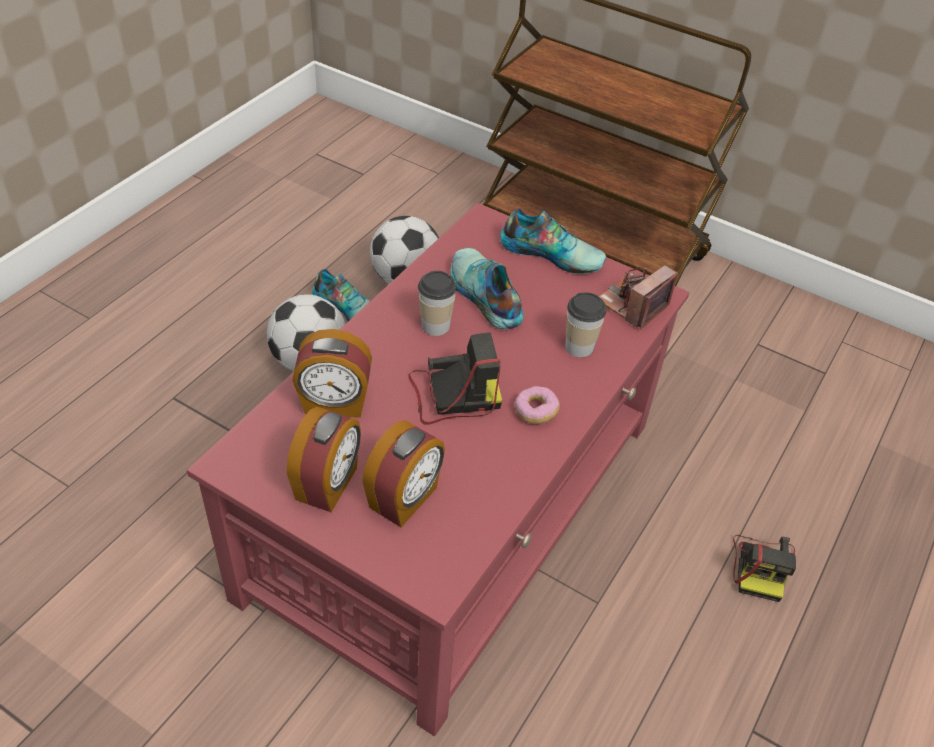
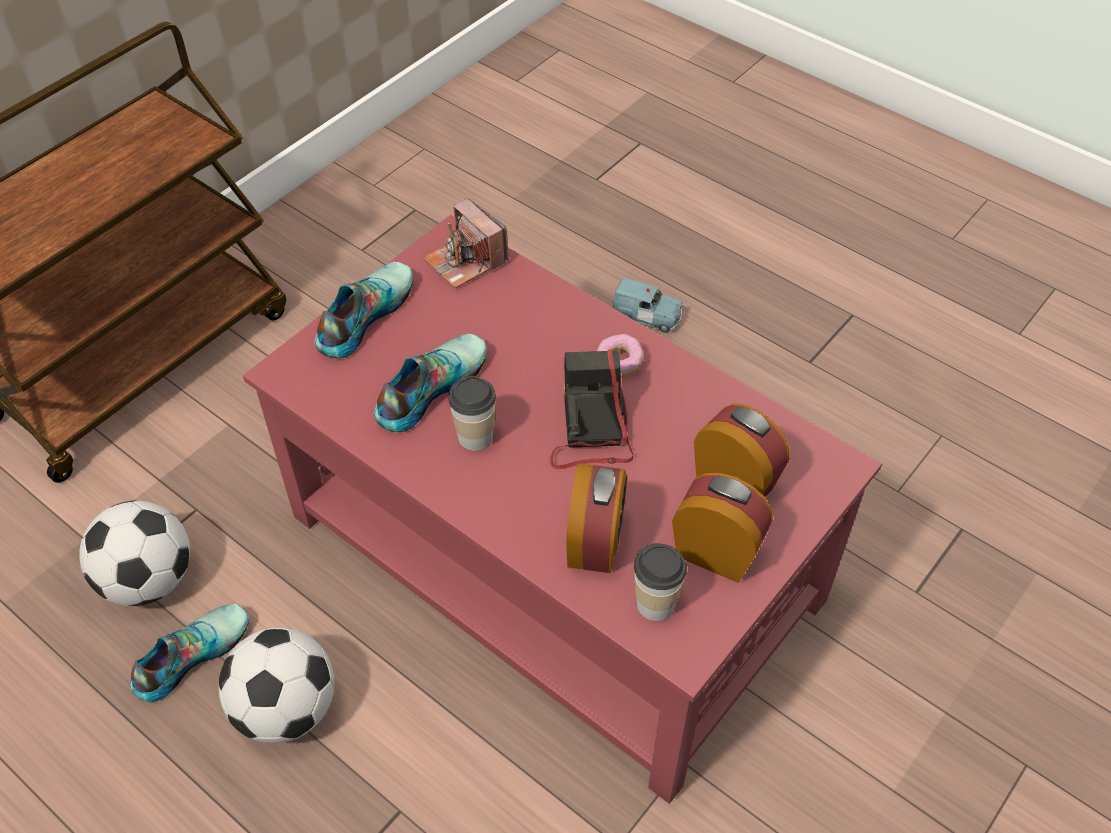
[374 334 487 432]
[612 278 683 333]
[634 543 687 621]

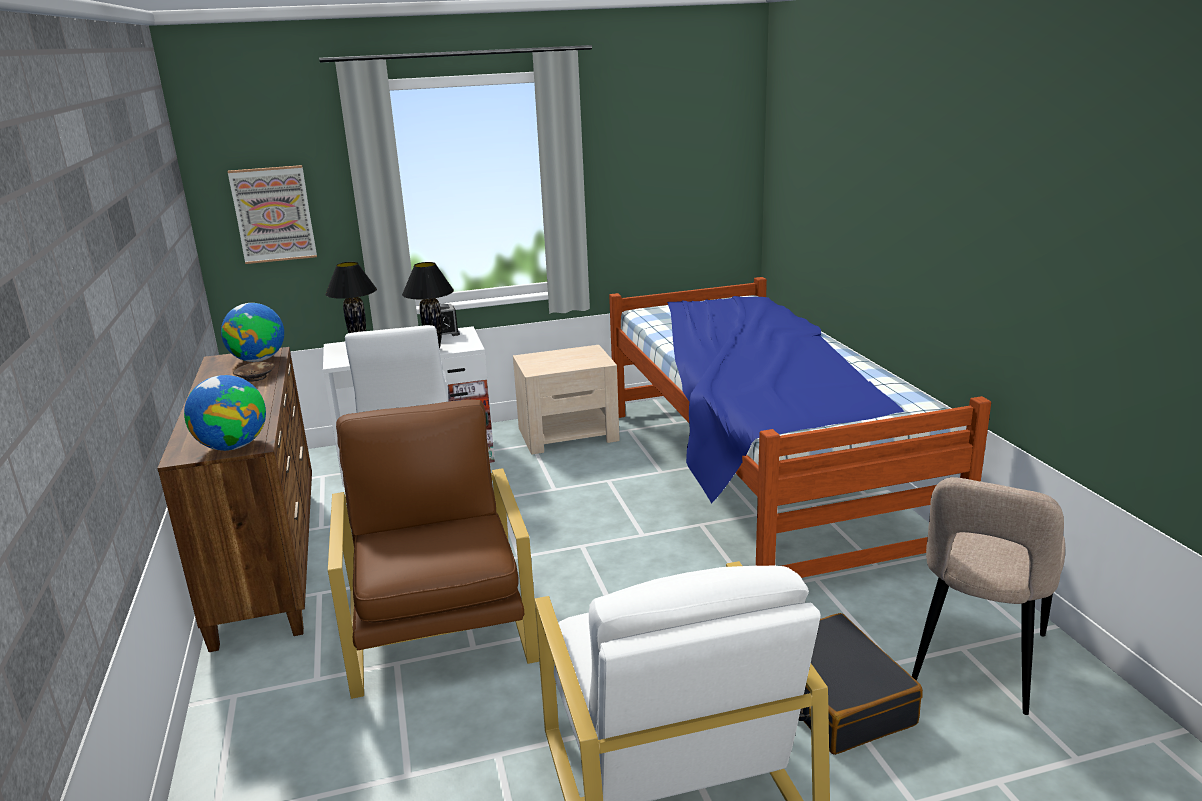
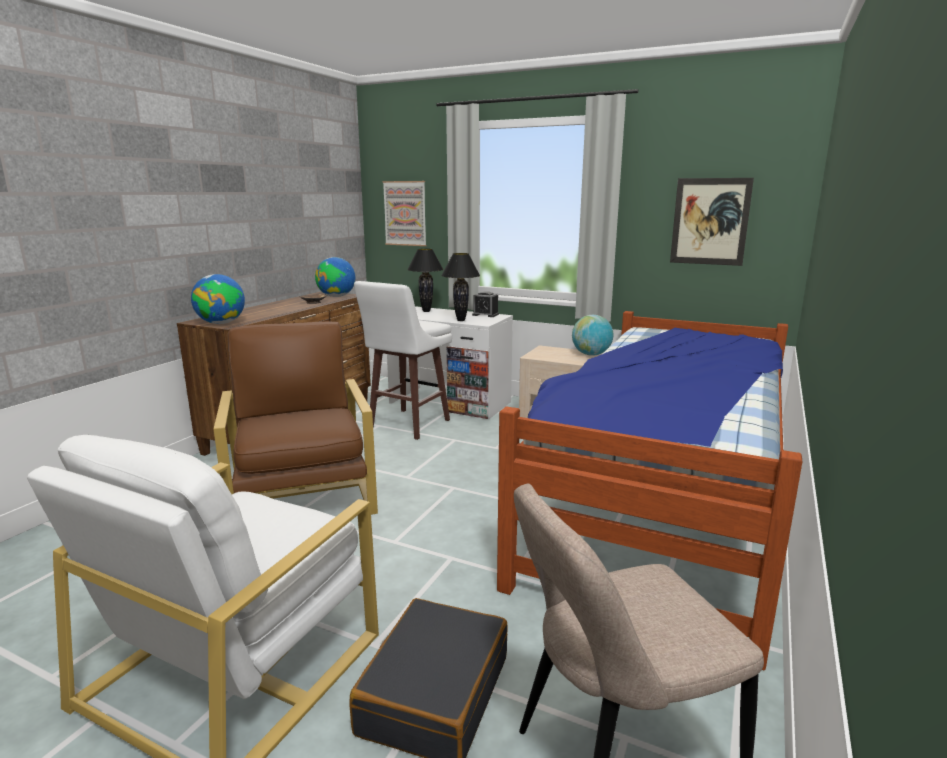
[214 322 378 515]
[572 315 614 356]
[670 178 754 266]

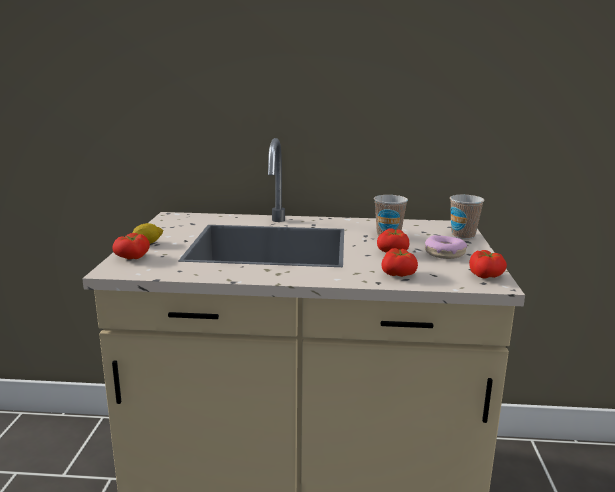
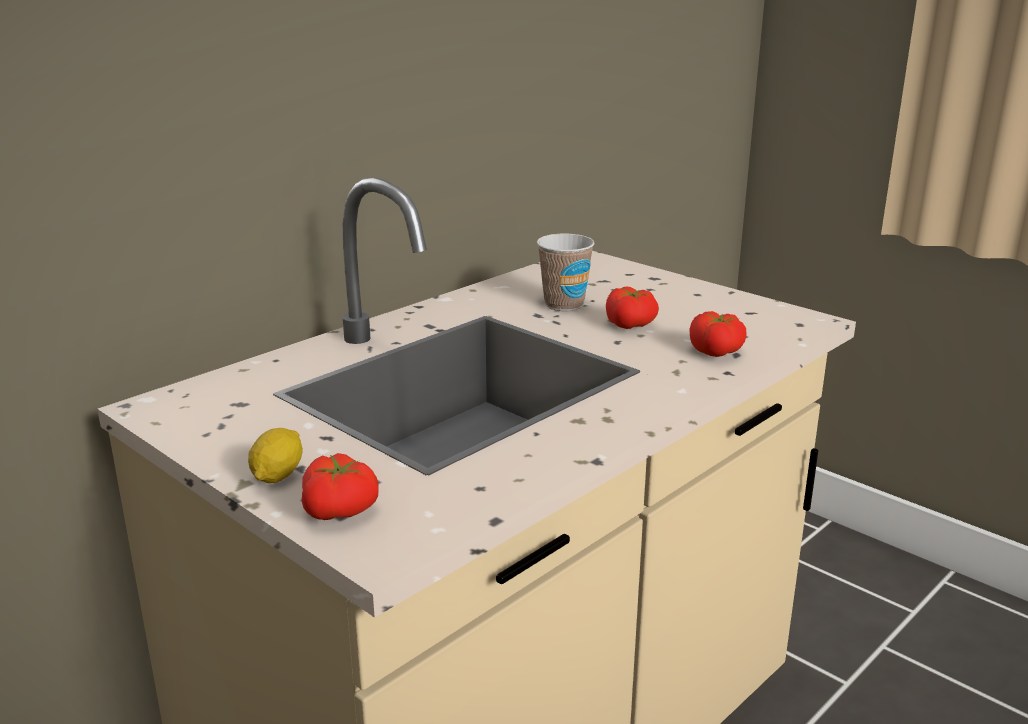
[425 235 467 259] (first image)
[450 195 485 239] (first image)
[469 250 507 278] (first image)

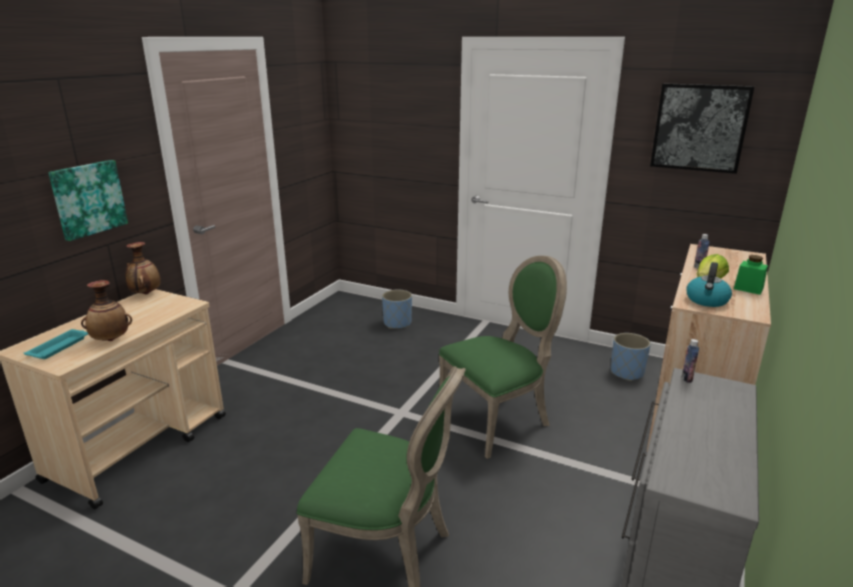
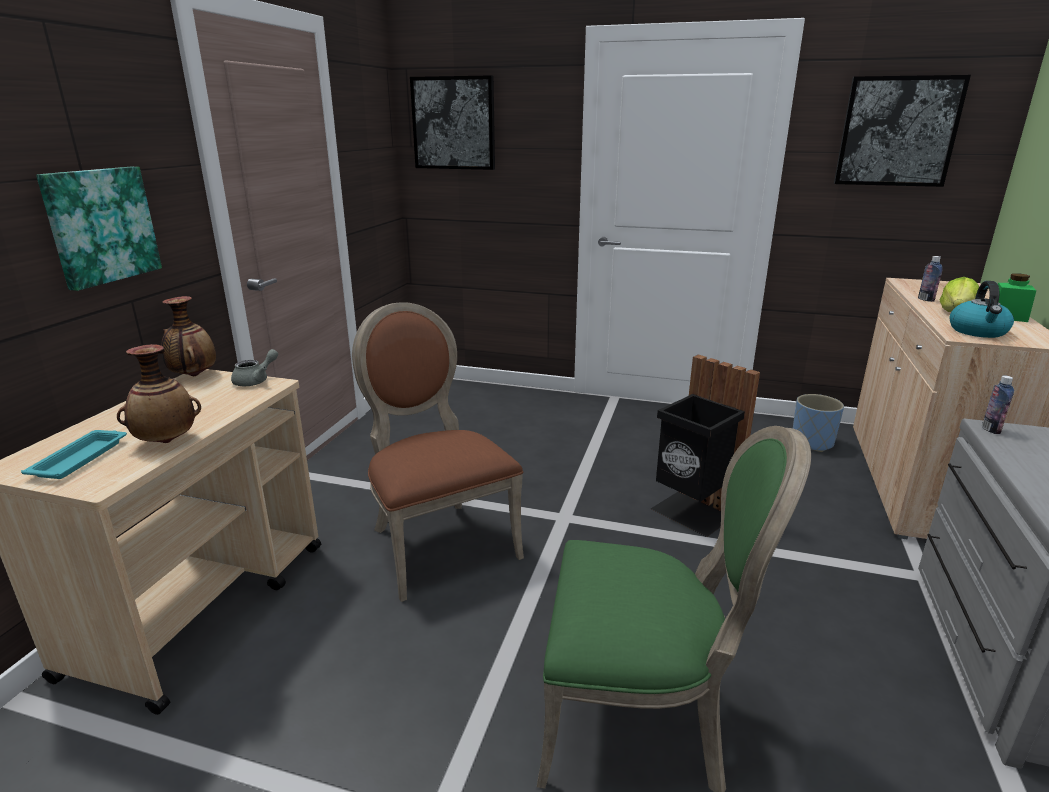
[231 349 278 386]
[352 302 524 602]
[410 75 495 170]
[651 355 760 537]
[382 290 412 329] (first image)

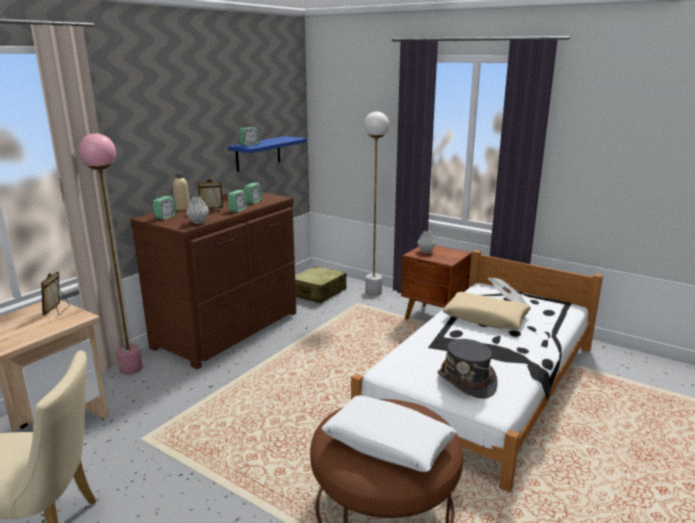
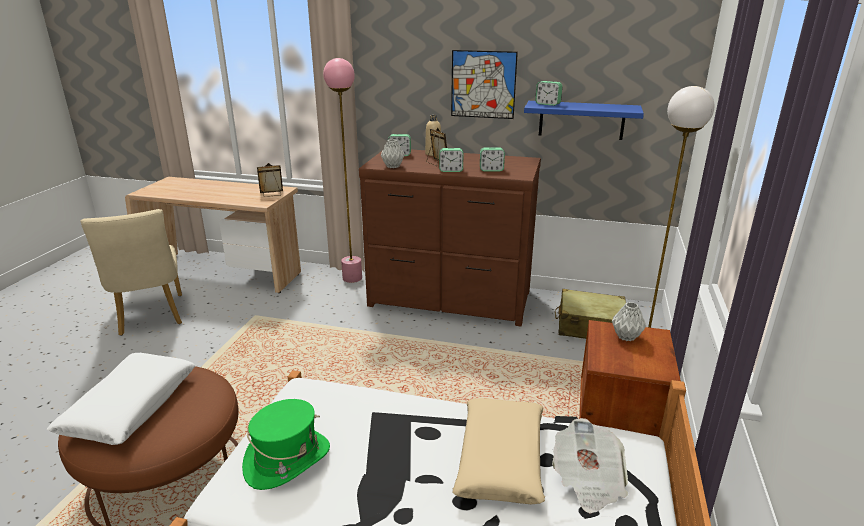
[242 399 330 490]
[451 50 518 119]

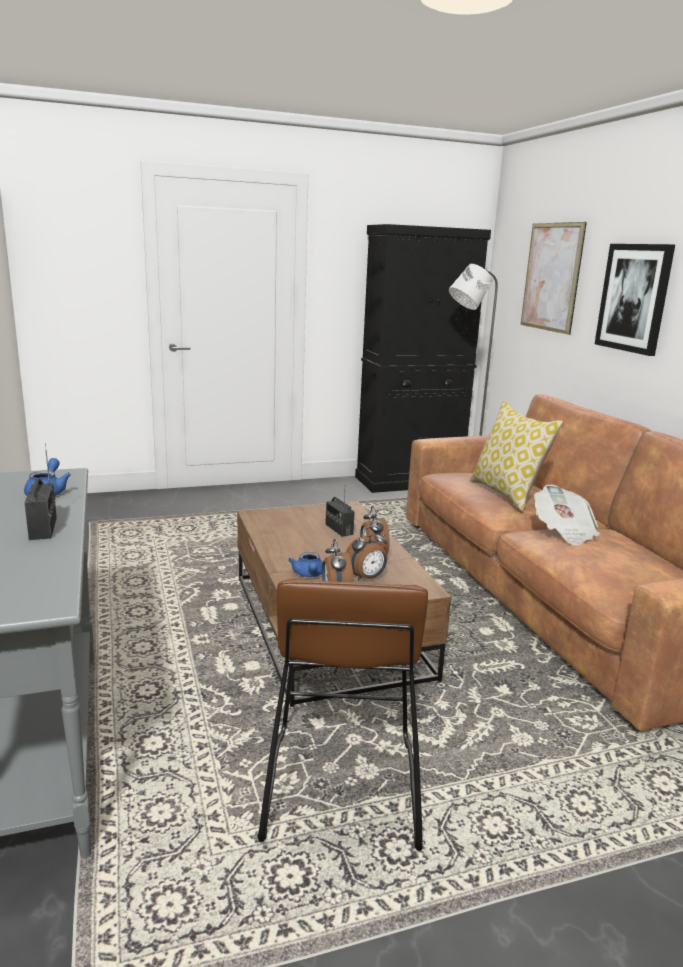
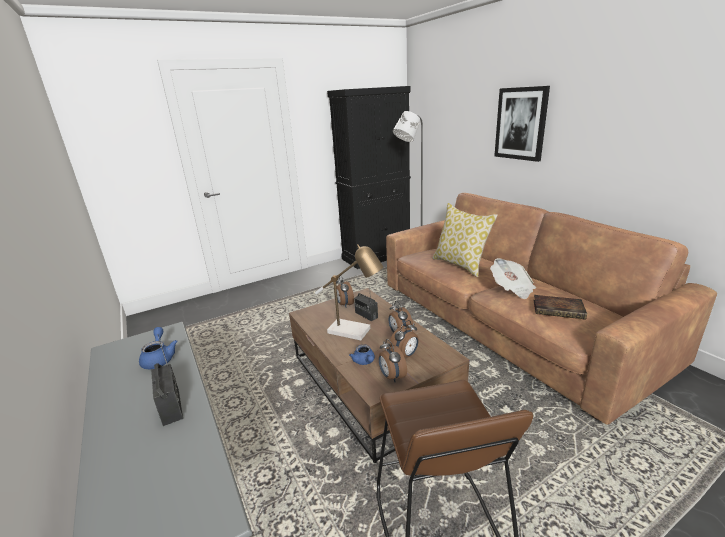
[315 244 384 341]
[336 276 354 307]
[533 295 587 320]
[520 222 587 335] (first image)

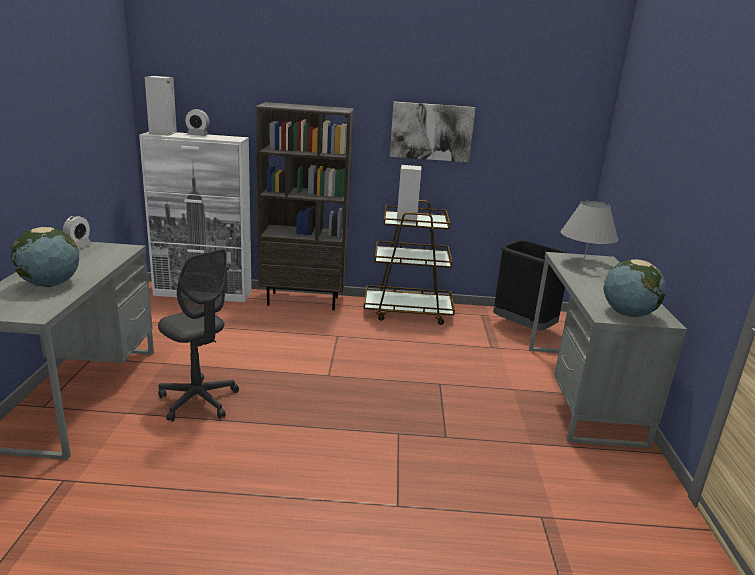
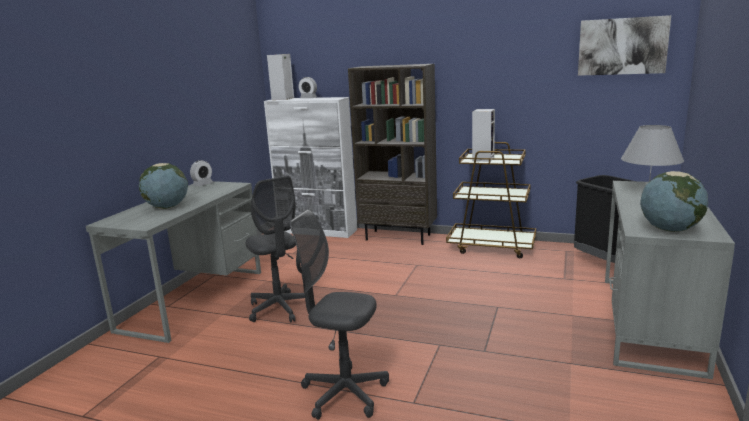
[289 210 389 420]
[578 15 671 76]

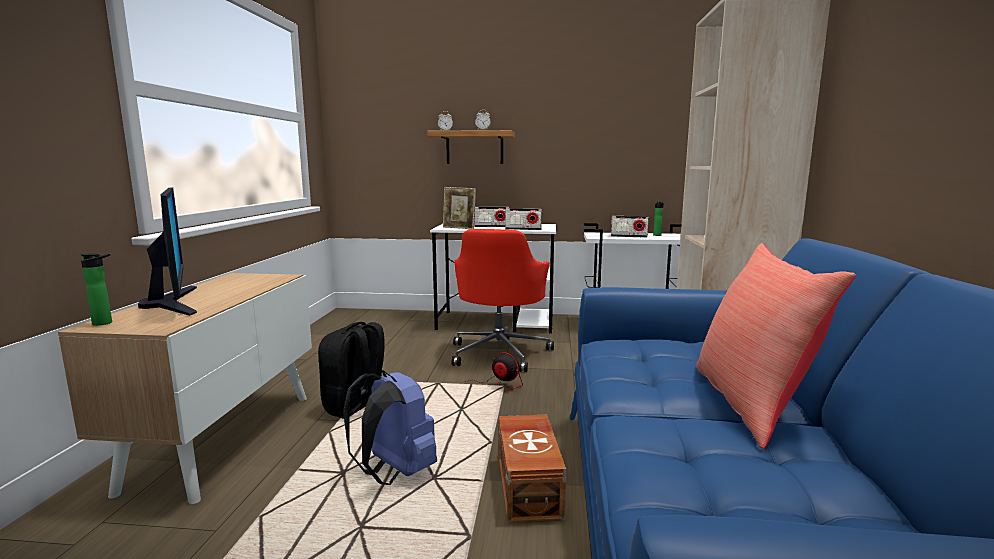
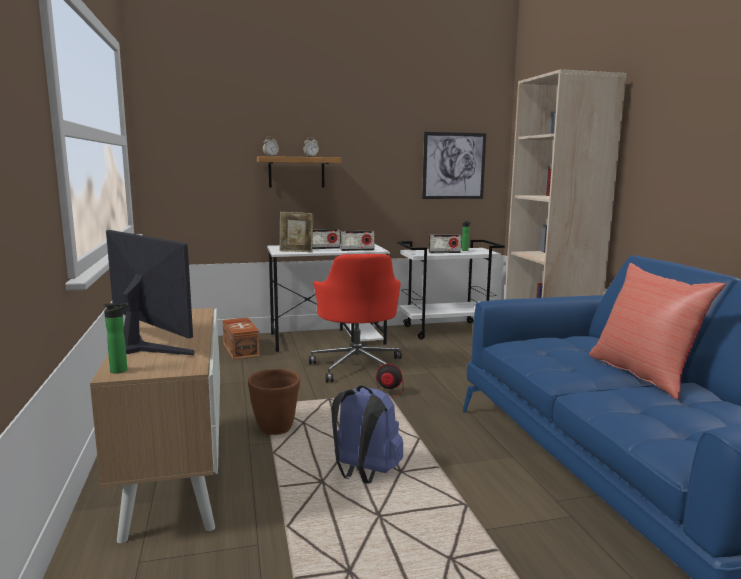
[222 318 260 360]
[248 369 300 435]
[422 132 486 199]

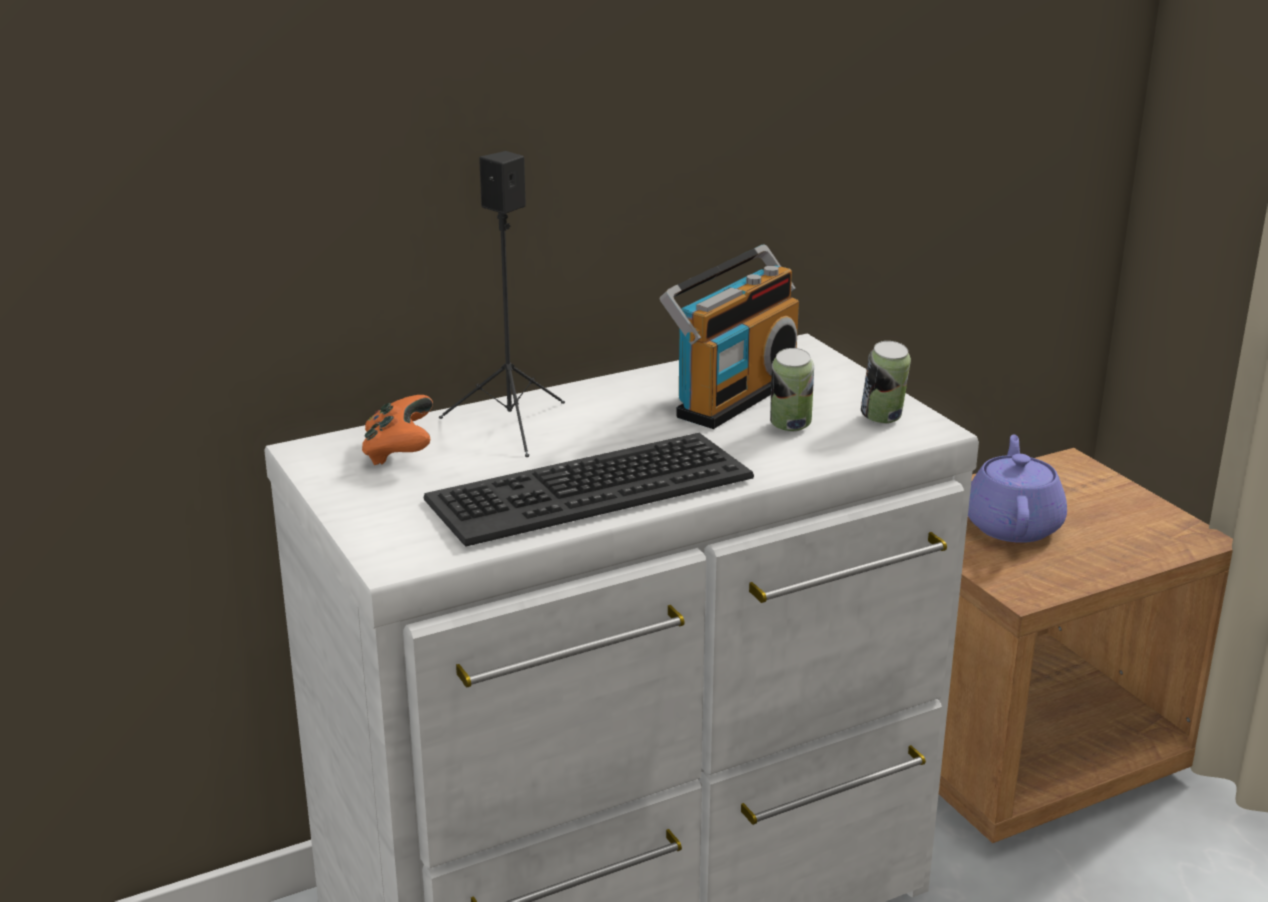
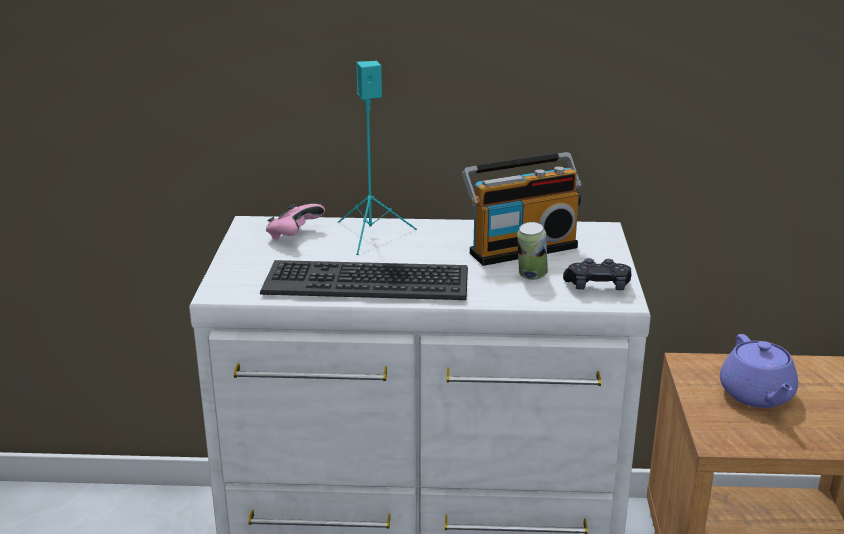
[266 204 325 240]
[338 61 417 255]
[563 258 631 290]
[720 334 798 408]

